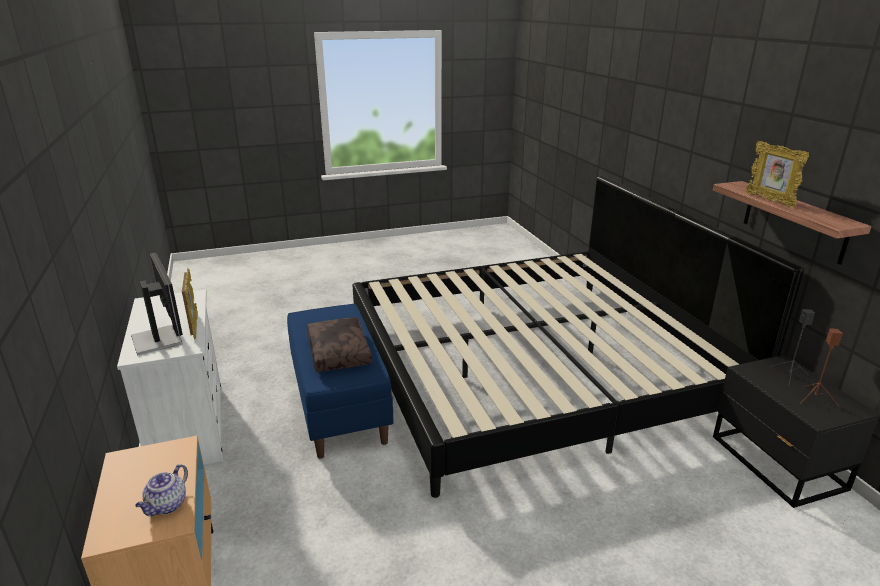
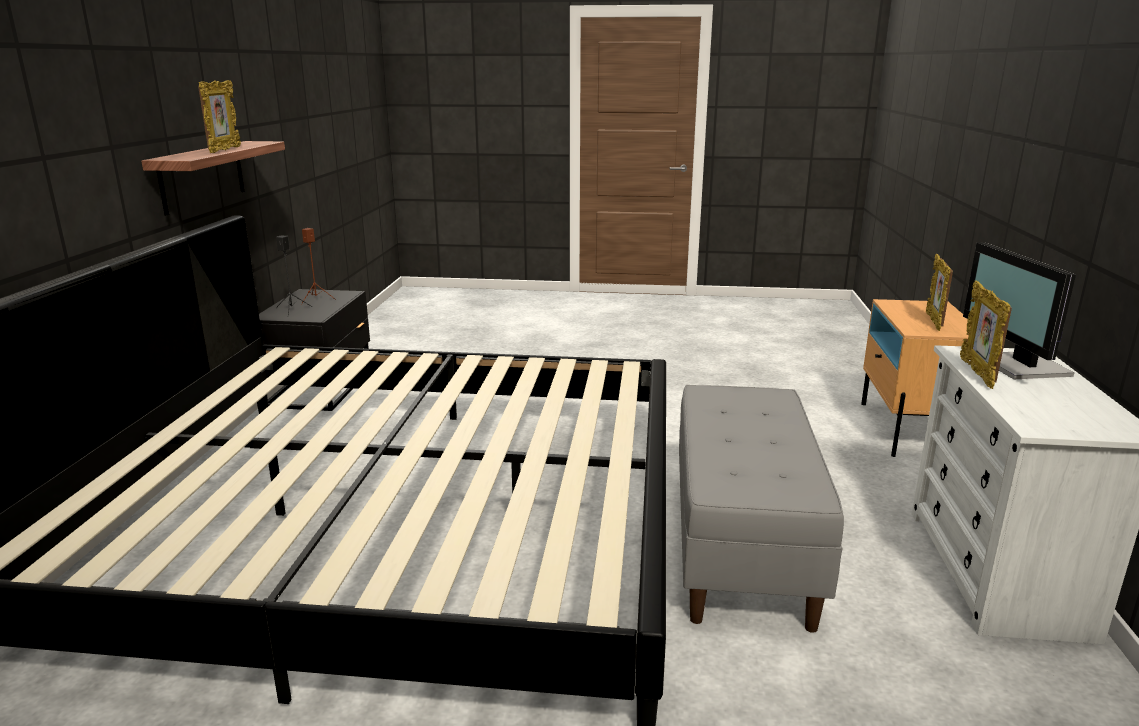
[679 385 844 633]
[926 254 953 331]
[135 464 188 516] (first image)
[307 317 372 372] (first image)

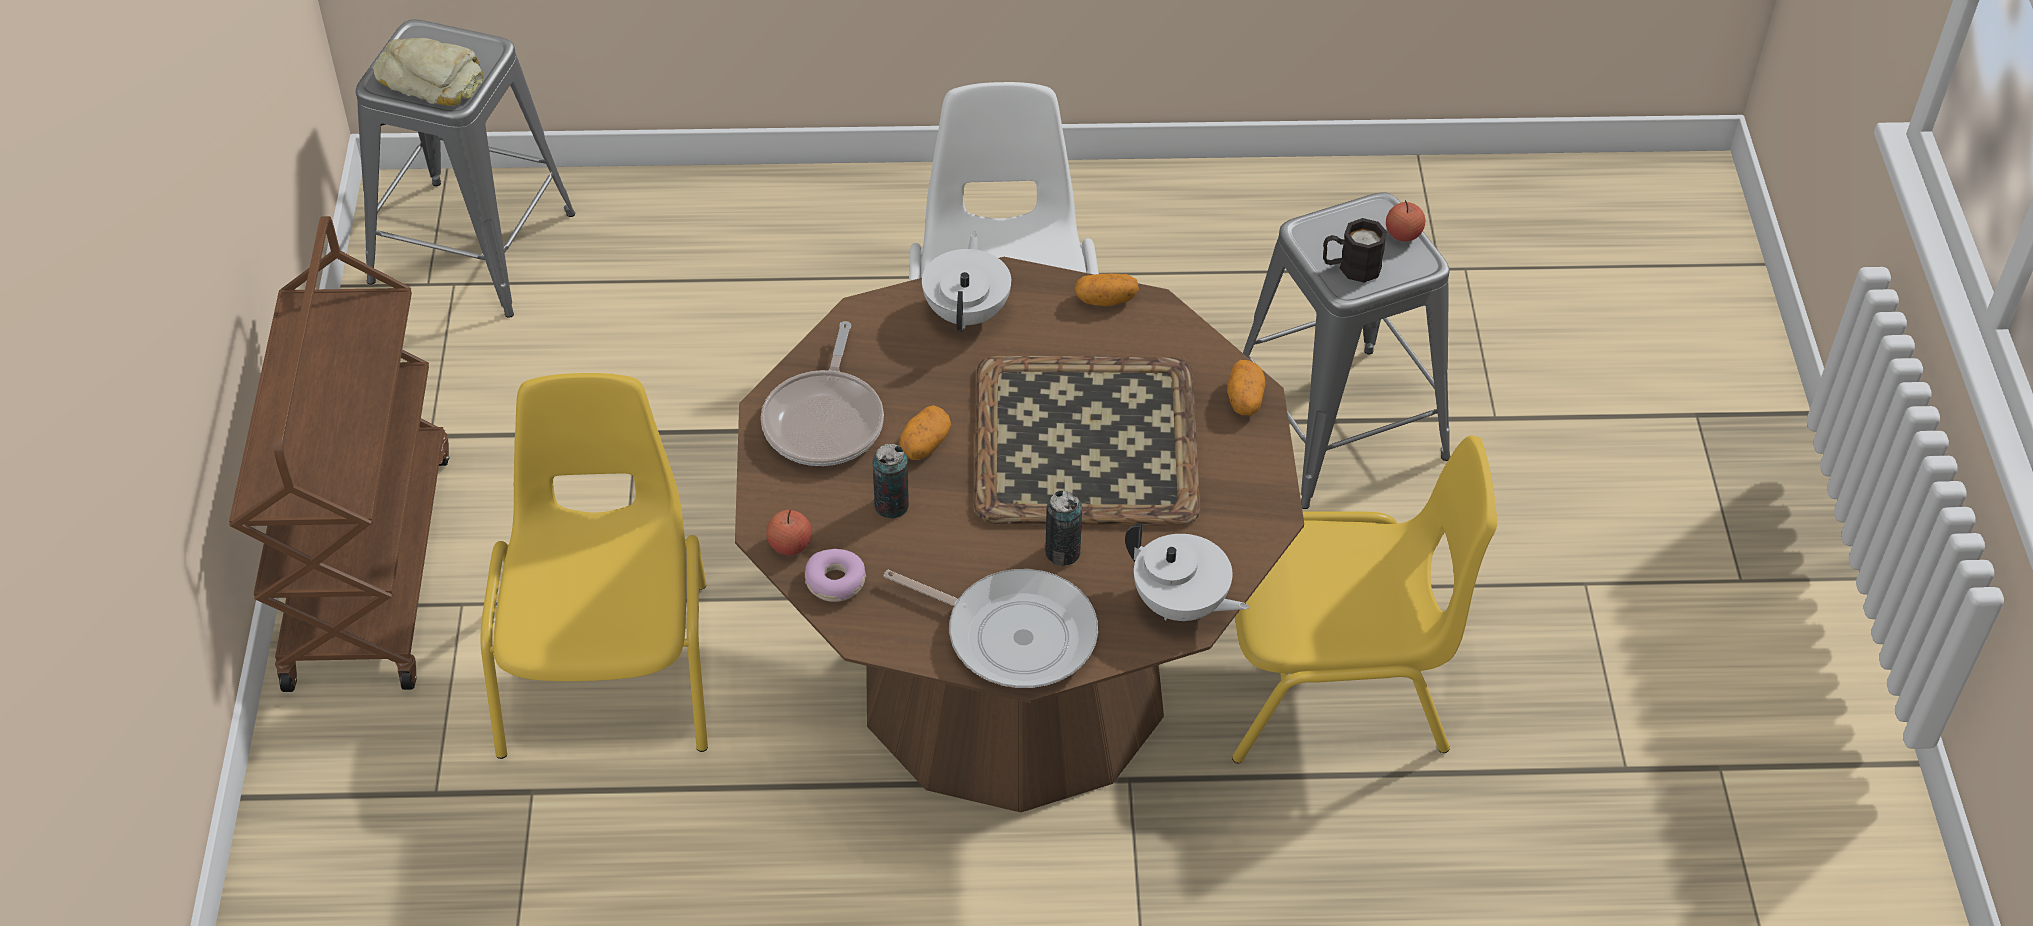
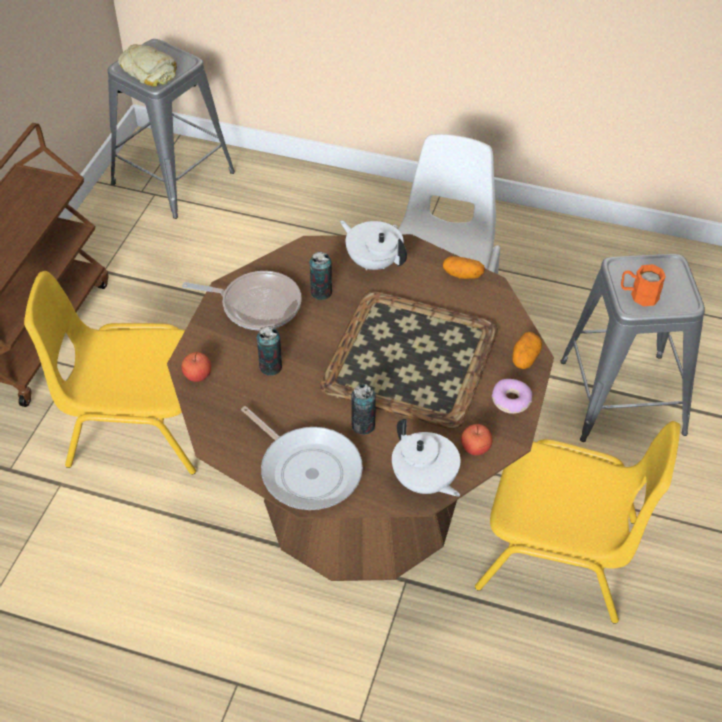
[24 271 196 475]
[182 271 302 330]
[309 252 332 300]
[340 220 407 270]
[461 424 492 455]
[492 379 532 414]
[621 264 666 306]
[899 405 951 460] (first image)

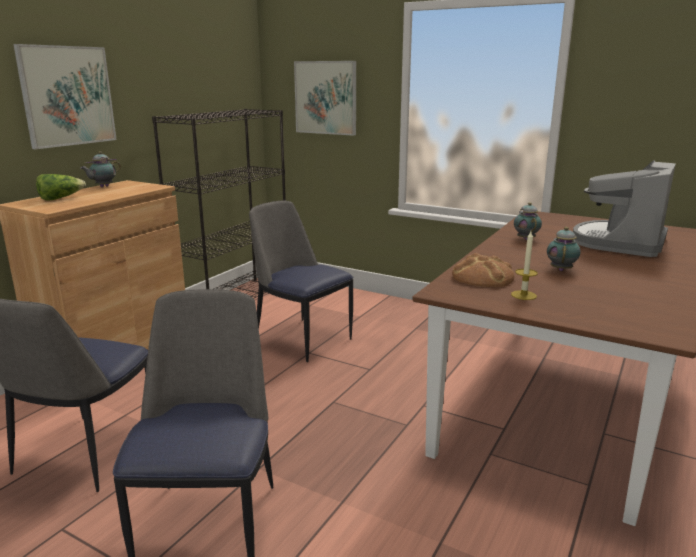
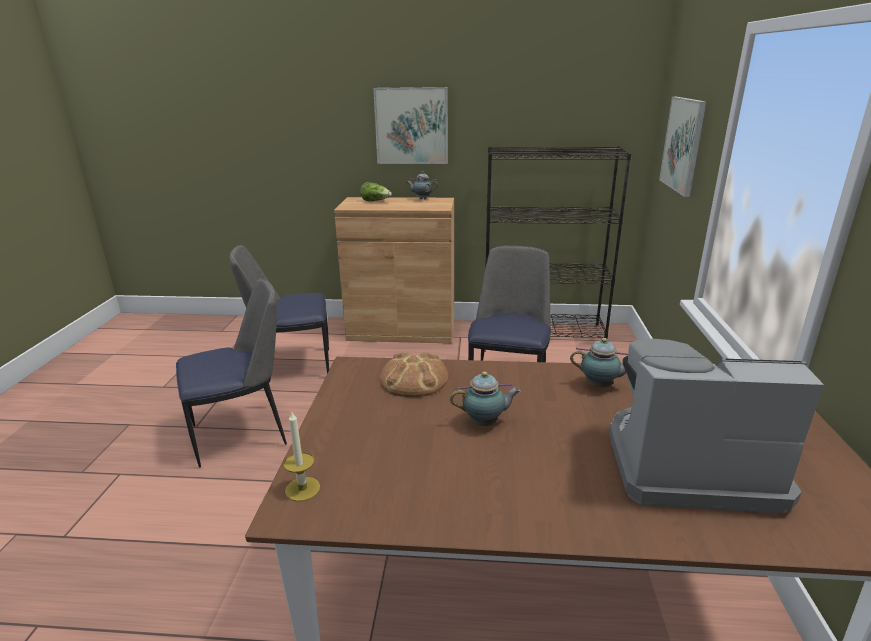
[283 410 320 502]
[570 338 628 387]

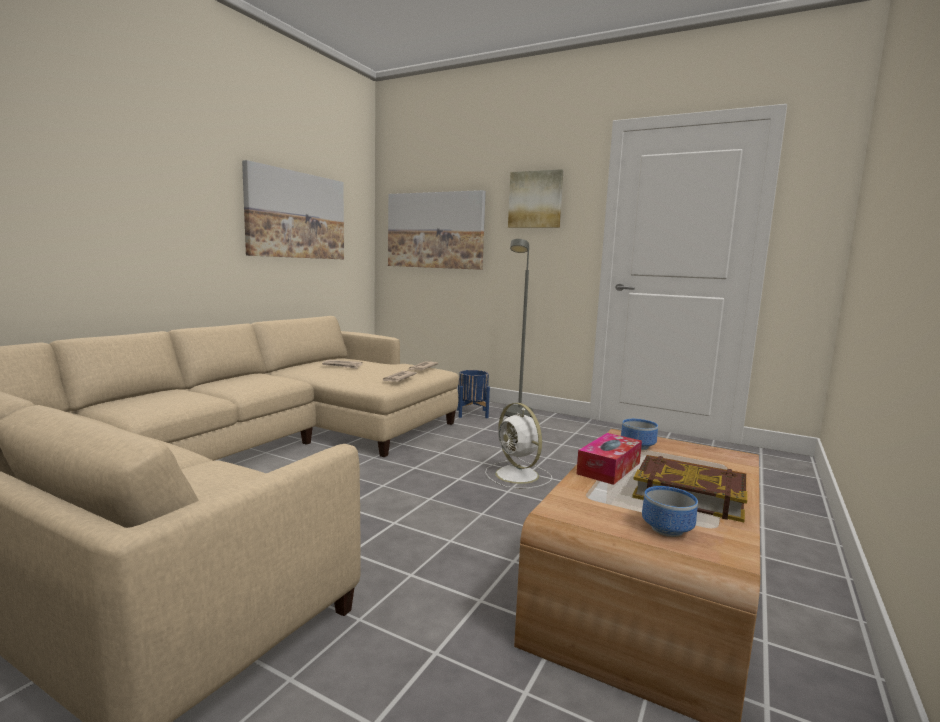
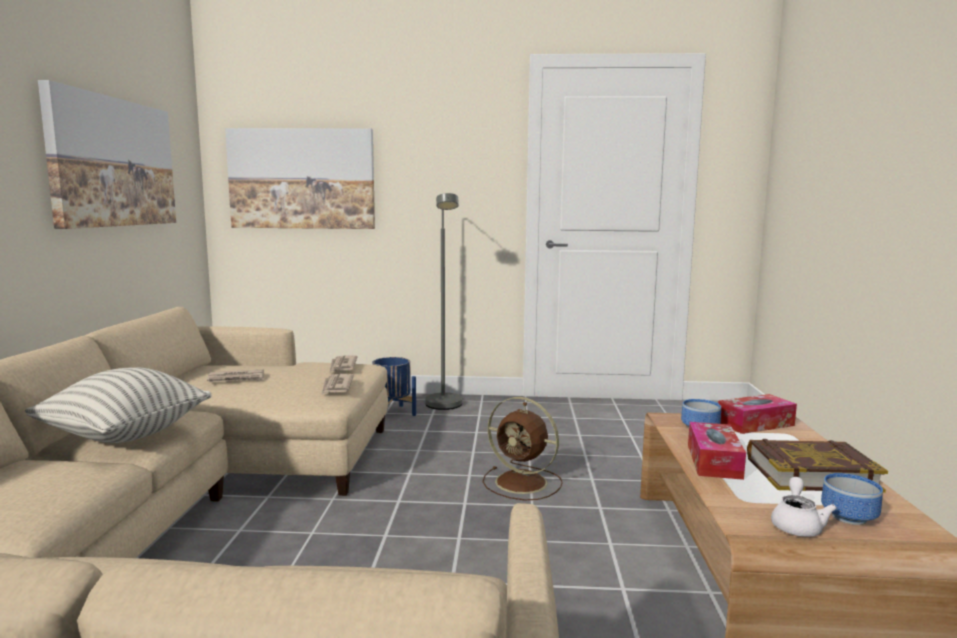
[25 367 212 443]
[483 397 563 500]
[718 394 797 434]
[771 477 837 537]
[508 169 564 228] (first image)

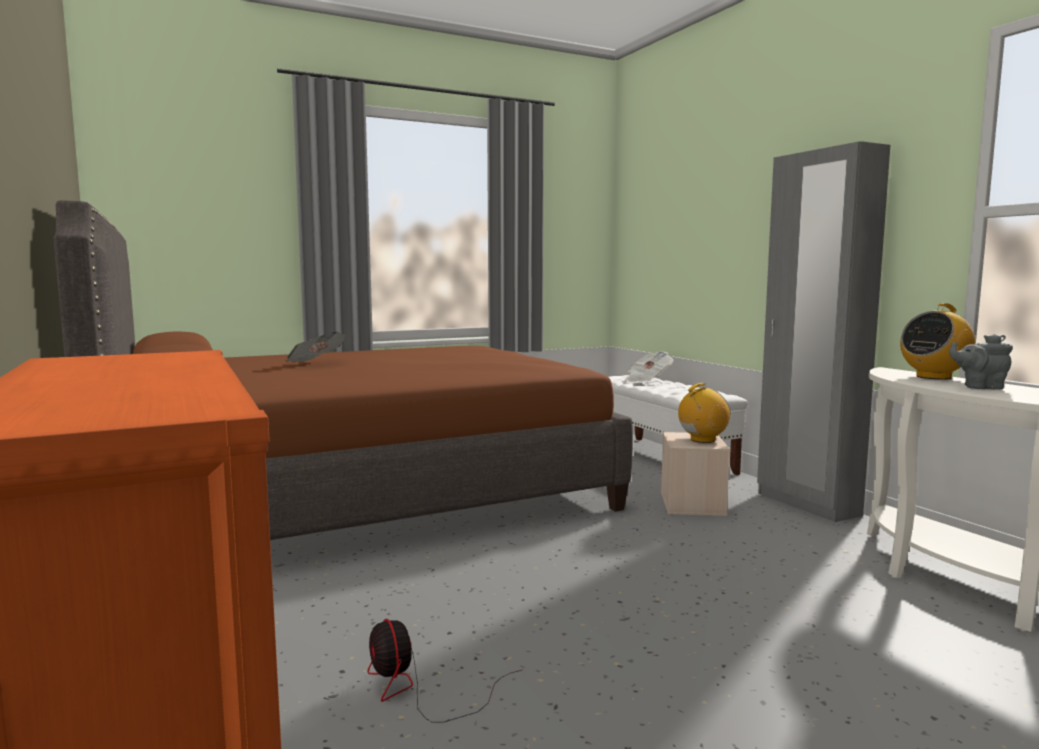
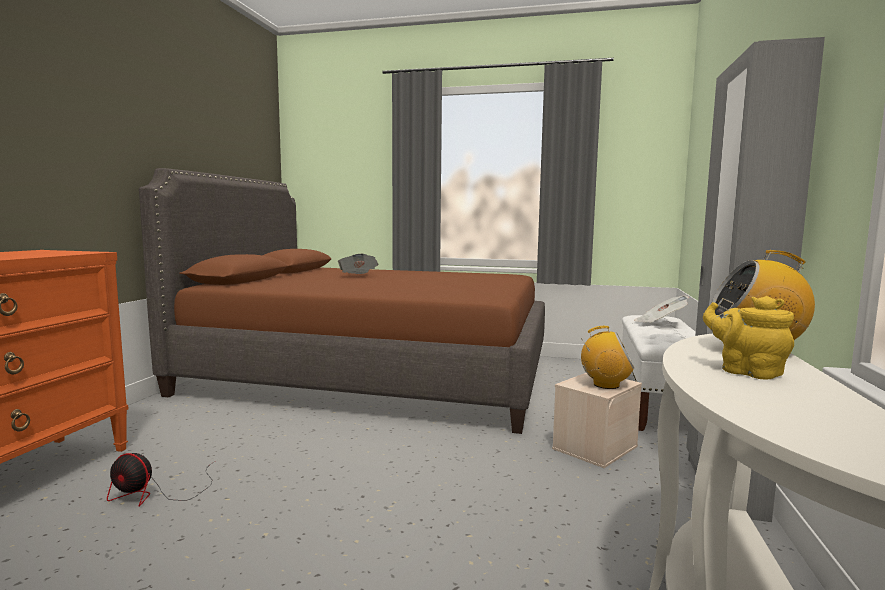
[107 453 215 507]
[703 296 794 380]

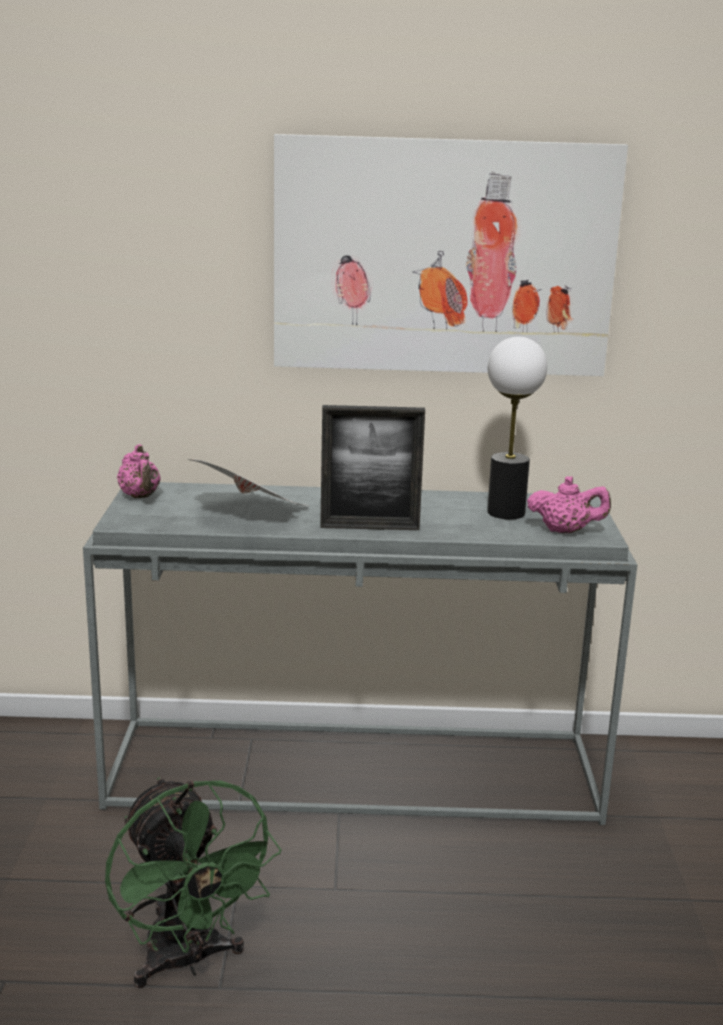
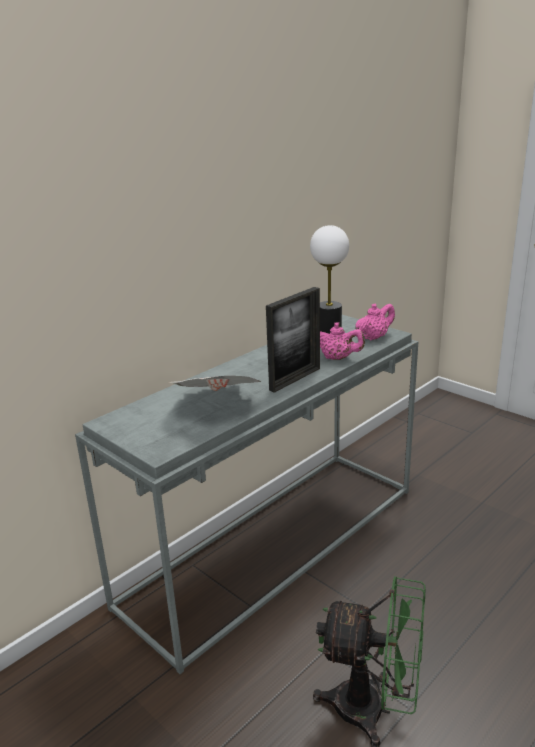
[320 322 365 360]
[274 134 628 376] (first image)

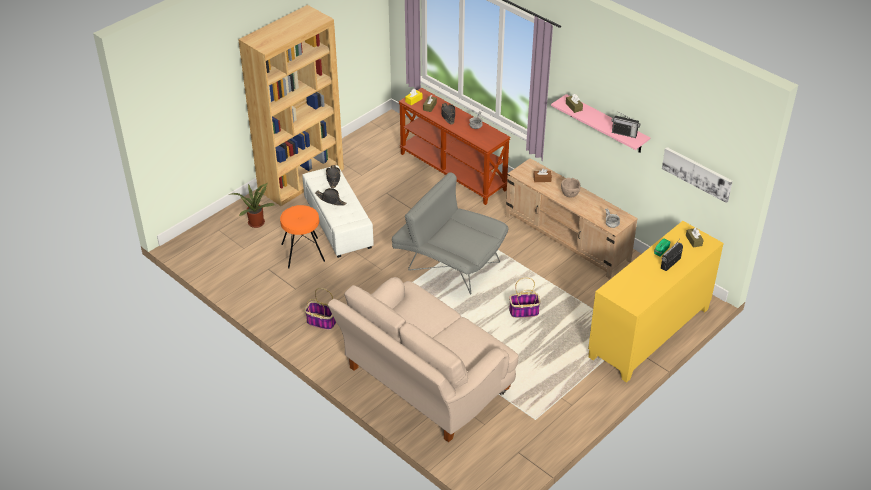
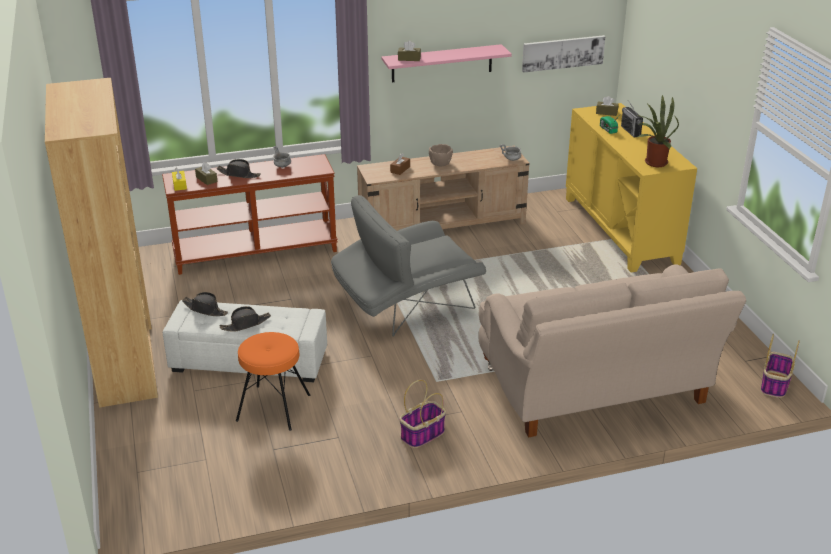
[636 94 679 167]
[761 334 800 398]
[611 111 640 138] (first image)

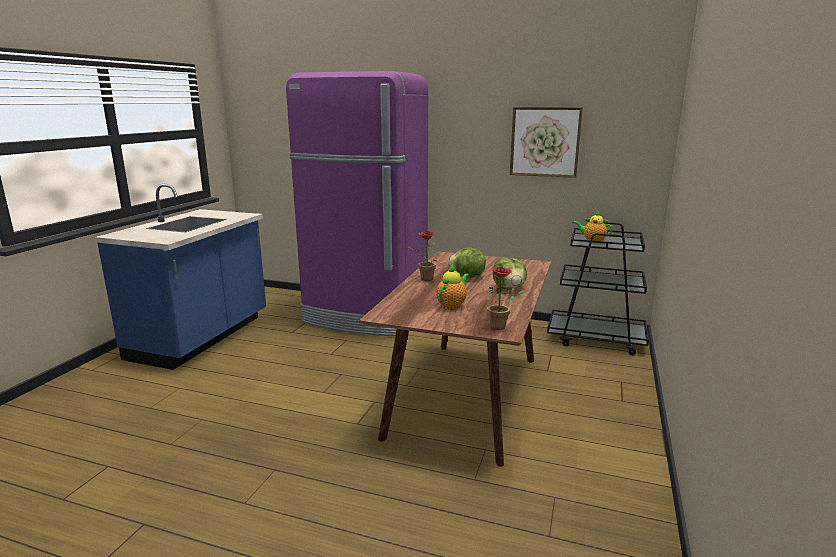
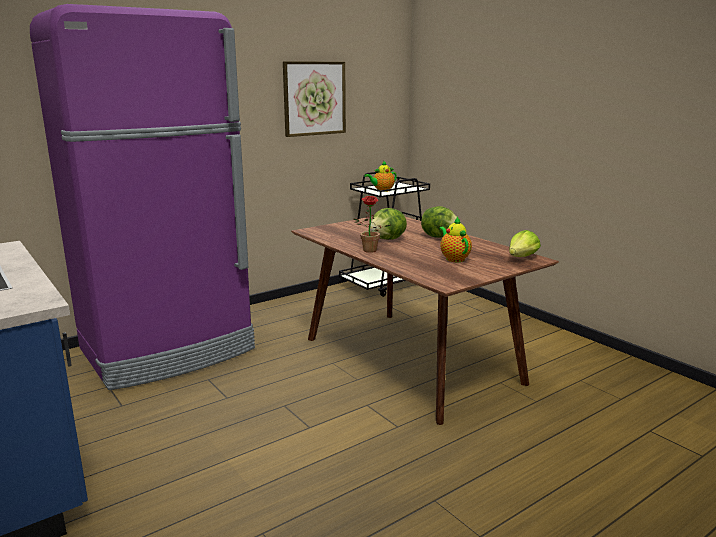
[509 230 541 257]

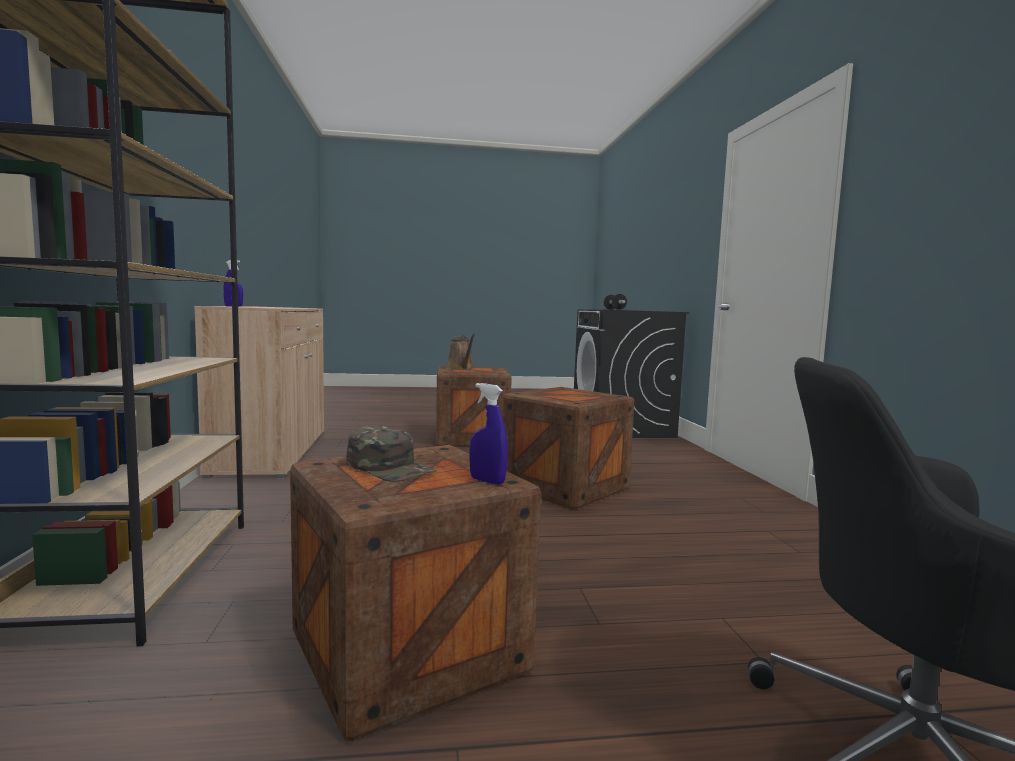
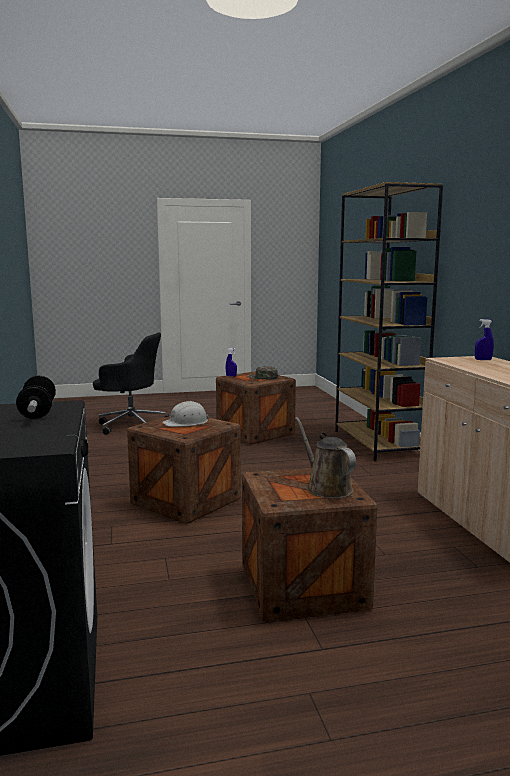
[162 401 209 427]

